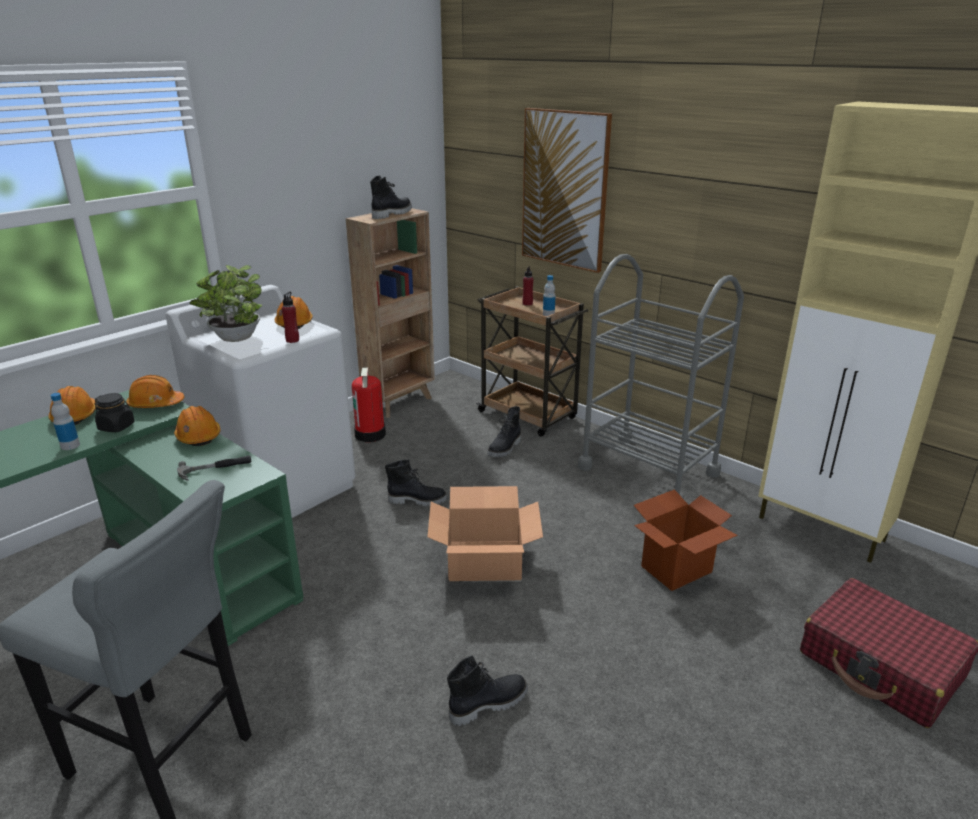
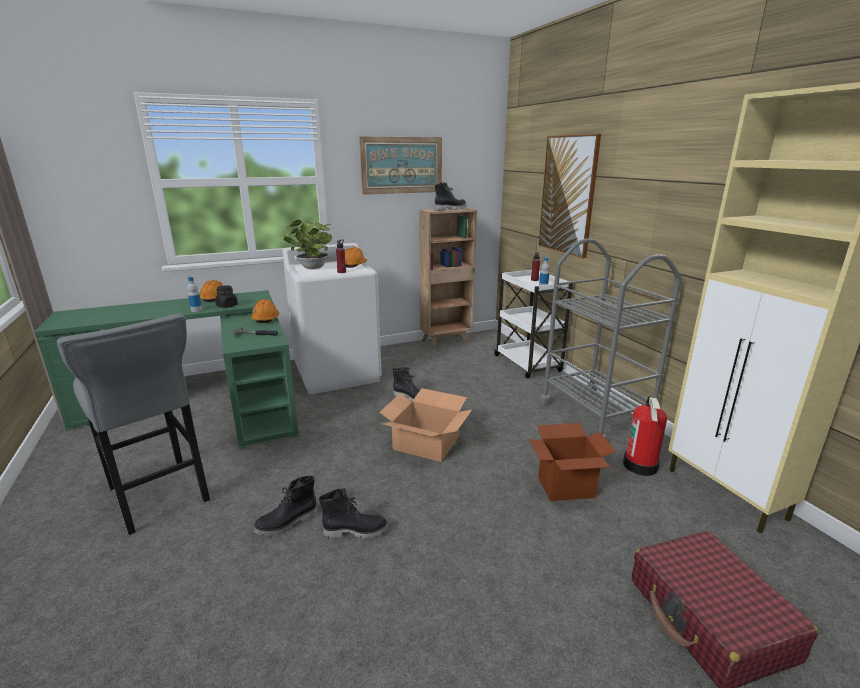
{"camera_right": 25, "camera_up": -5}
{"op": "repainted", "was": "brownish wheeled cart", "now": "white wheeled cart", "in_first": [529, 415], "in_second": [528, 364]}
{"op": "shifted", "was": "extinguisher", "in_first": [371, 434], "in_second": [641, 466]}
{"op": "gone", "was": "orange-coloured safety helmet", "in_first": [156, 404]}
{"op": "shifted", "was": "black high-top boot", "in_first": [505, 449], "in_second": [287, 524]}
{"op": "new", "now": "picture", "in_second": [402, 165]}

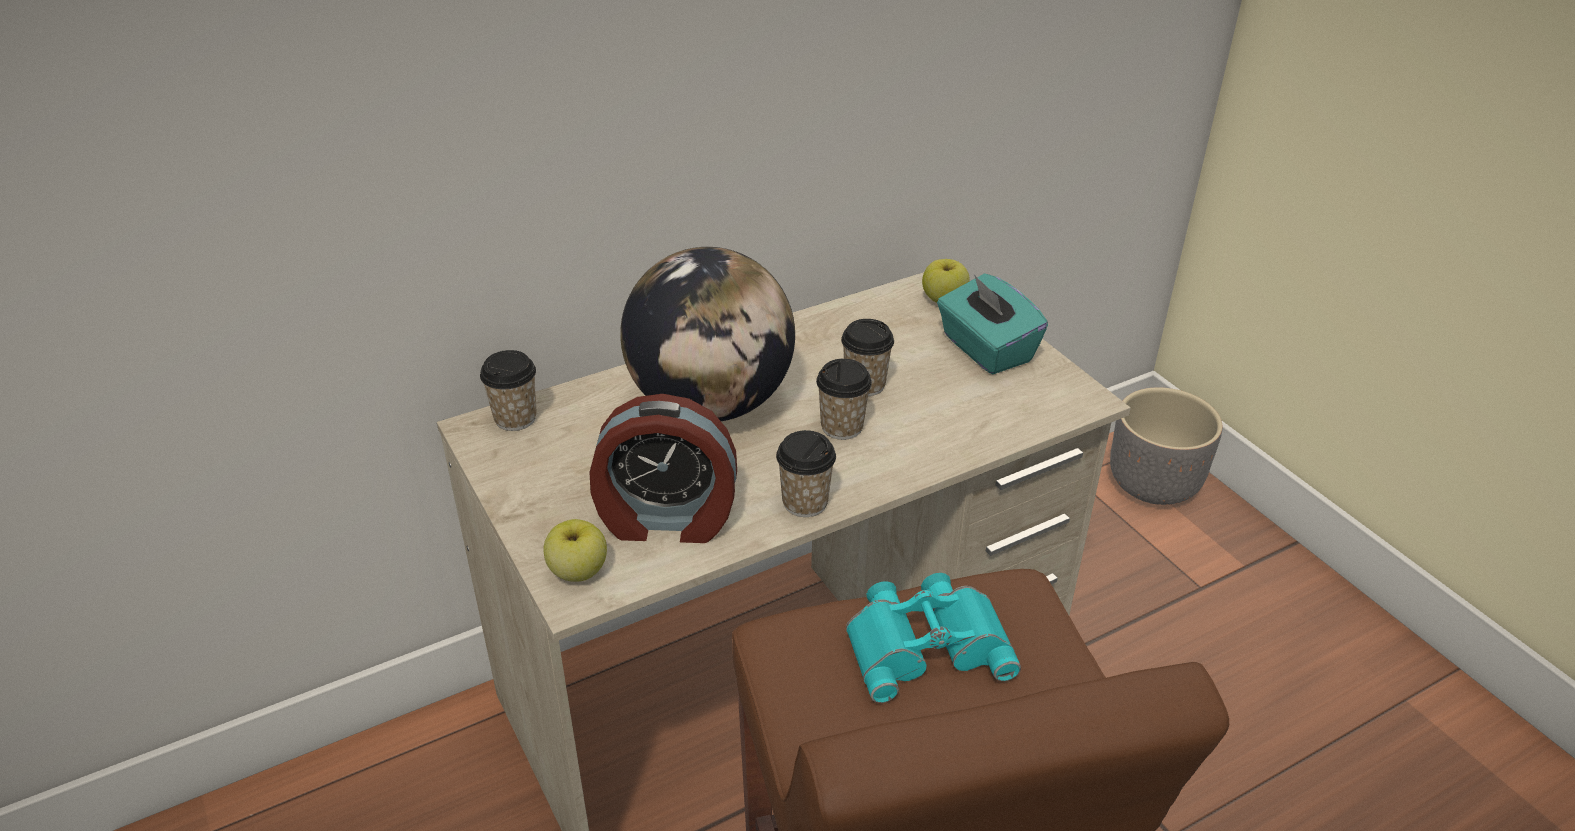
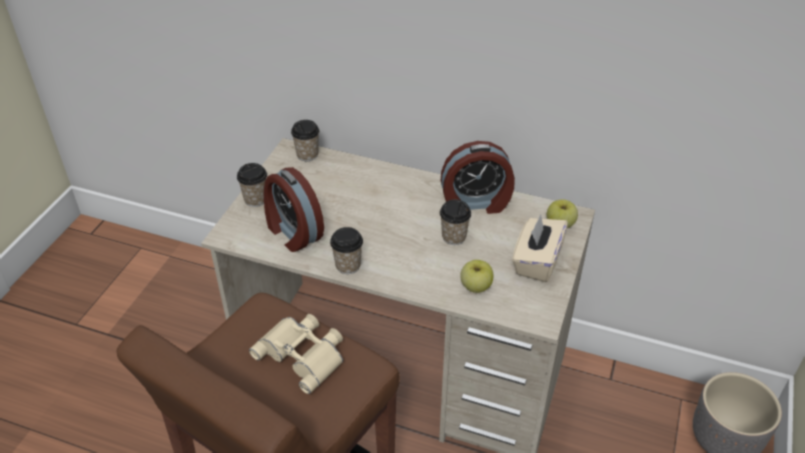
{"camera_right": 50, "camera_up": 5}
{"op": "gone", "was": "desk globe", "in_first": [710, 404]}
{"op": "repainted", "was": "turquoise-coloured tissue holder", "now": "sand-coloured tissue holder", "in_first": [985, 349], "in_second": [536, 261]}
{"op": "shifted", "was": "cup", "in_first": [842, 427], "in_second": [255, 199]}
{"op": "shifted", "was": "whole apple", "in_first": [578, 571], "in_second": [475, 286]}
{"op": "repainted", "was": "turquoise-coloured pair of binoculars", "now": "sand-coloured pair of binoculars", "in_first": [926, 643], "in_second": [303, 354]}
{"op": "new", "now": "bedside clock", "in_second": [476, 204]}

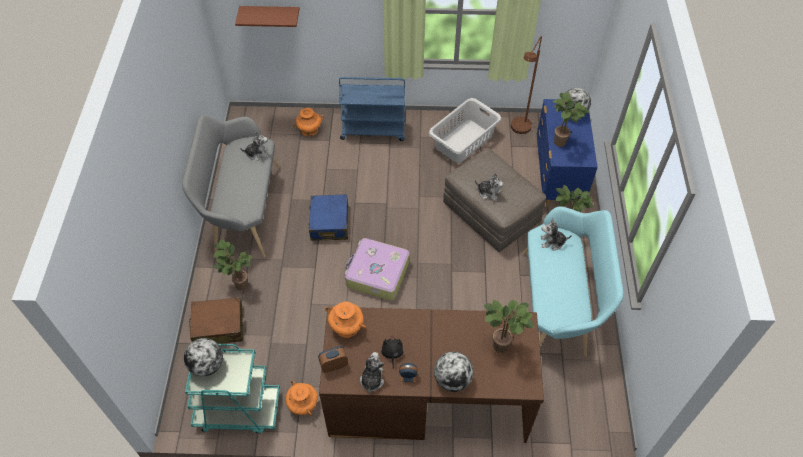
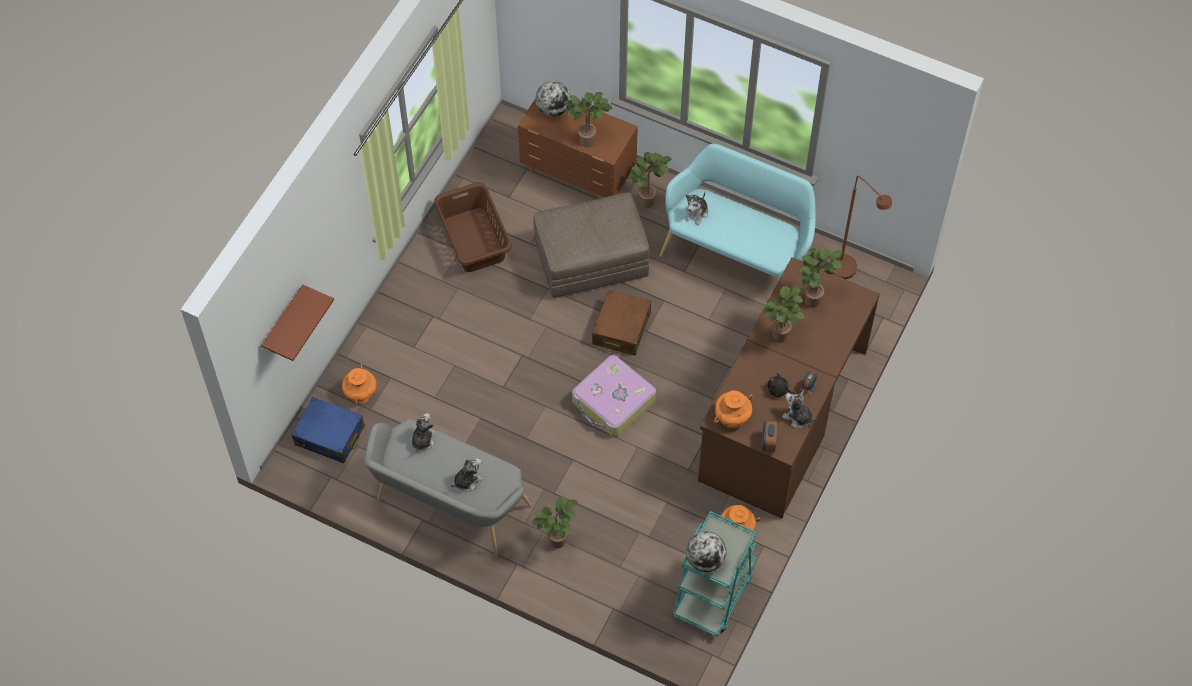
{"camera_right": -65, "camera_up": 5}
{"op": "shifted", "was": "brownish standard lamp", "in_first": [519, 130], "in_second": [849, 272]}
{"op": "gone", "was": "blue-coloured wheeled cart", "in_first": [373, 130]}
{"op": "repainted", "was": "grey hamper", "now": "brownish hamper", "in_first": [464, 141], "in_second": [474, 239]}
{"op": "repainted", "was": "blue-coloured drawer chest", "now": "brownish drawer chest", "in_first": [557, 178], "in_second": [578, 175]}
{"op": "shifted", "was": "plush toy", "in_first": [488, 192], "in_second": [467, 480]}
{"op": "shifted", "was": "blue-coloured suitcase", "in_first": [329, 223], "in_second": [330, 436]}
{"op": "shifted", "was": "brownish suitcase", "in_first": [218, 326], "in_second": [621, 329]}
{"op": "gone", "was": "desk globe", "in_first": [452, 379]}
{"op": "new", "now": "potted plant", "in_second": [780, 338]}

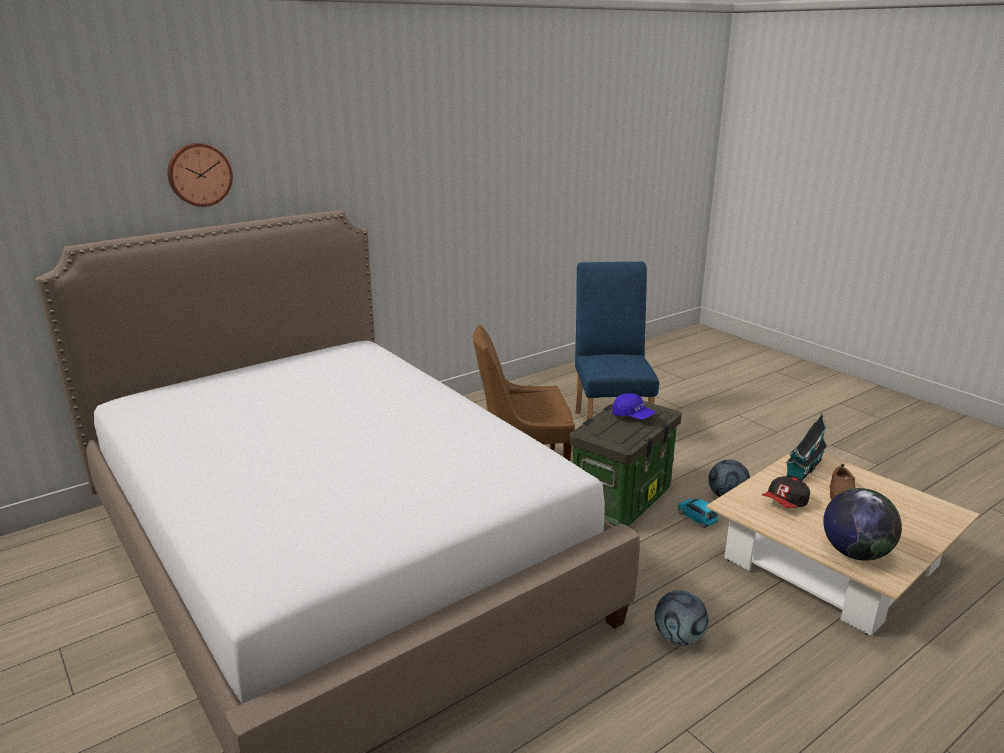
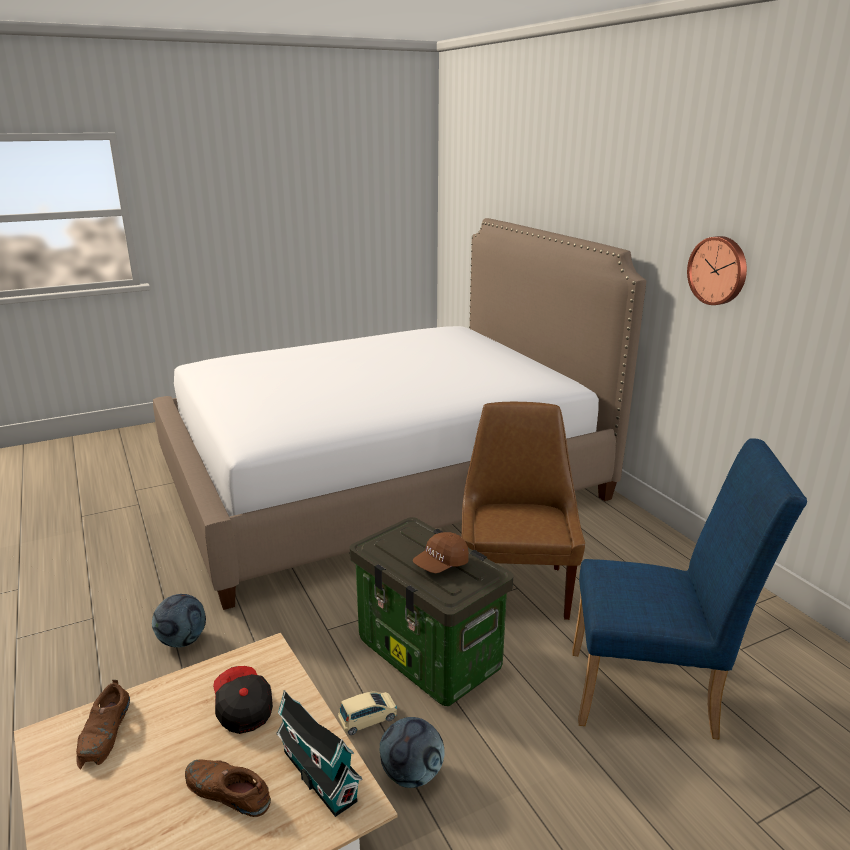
{"camera_right": 100, "camera_up": 0}
{"op": "shifted", "was": "wall clock", "in_first": [199, 174], "in_second": [718, 270]}
{"op": "repainted", "was": "blue-coloured peaked cap", "now": "brownish peaked cap", "in_first": [633, 416], "in_second": [441, 564]}
{"op": "swapped", "was": "desk globe", "now": "brownish shoe", "in_first": [855, 553], "in_second": [105, 732]}
{"op": "repainted", "was": "blue-coloured toy car", "now": "sand-coloured toy car", "in_first": [696, 517], "in_second": [368, 719]}

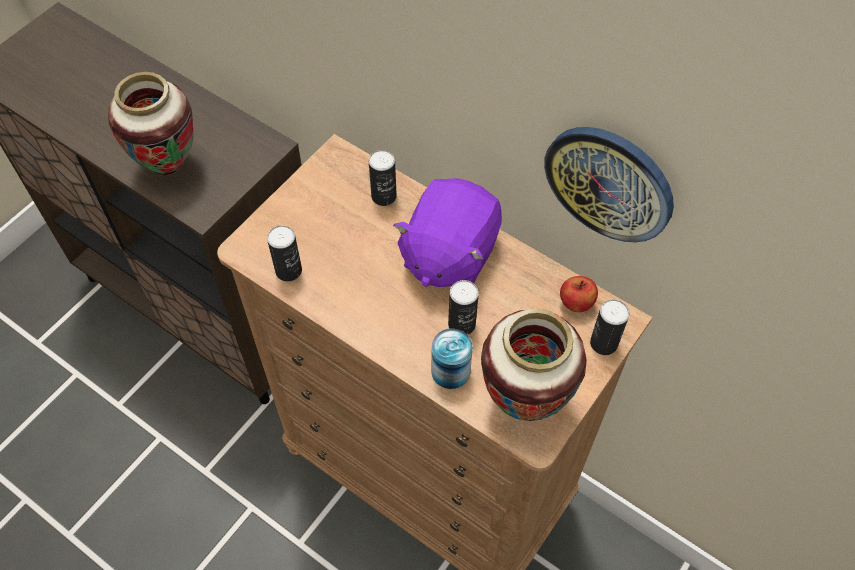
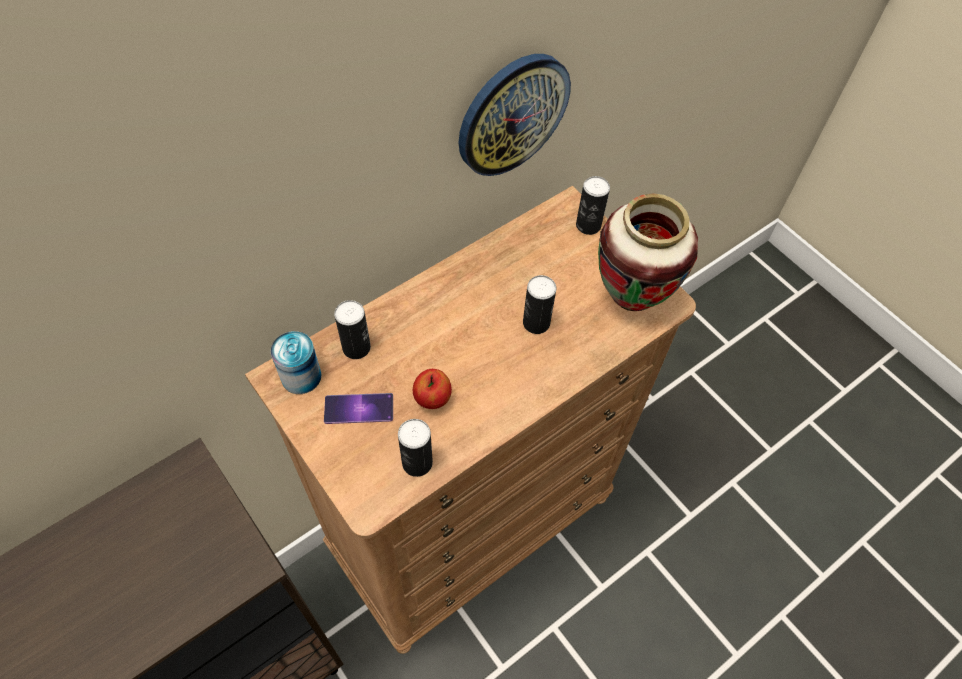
{"camera_right": -75, "camera_up": 0}
{"op": "gone", "was": "vase", "in_first": [168, 165]}
{"op": "gone", "was": "purple-coloured plush toy", "in_first": [448, 255]}
{"op": "shifted", "was": "whole apple", "in_first": [576, 303], "in_second": [432, 399]}
{"op": "shifted", "was": "can", "in_first": [450, 371], "in_second": [301, 376]}
{"op": "new", "now": "telephone", "in_second": [359, 408]}

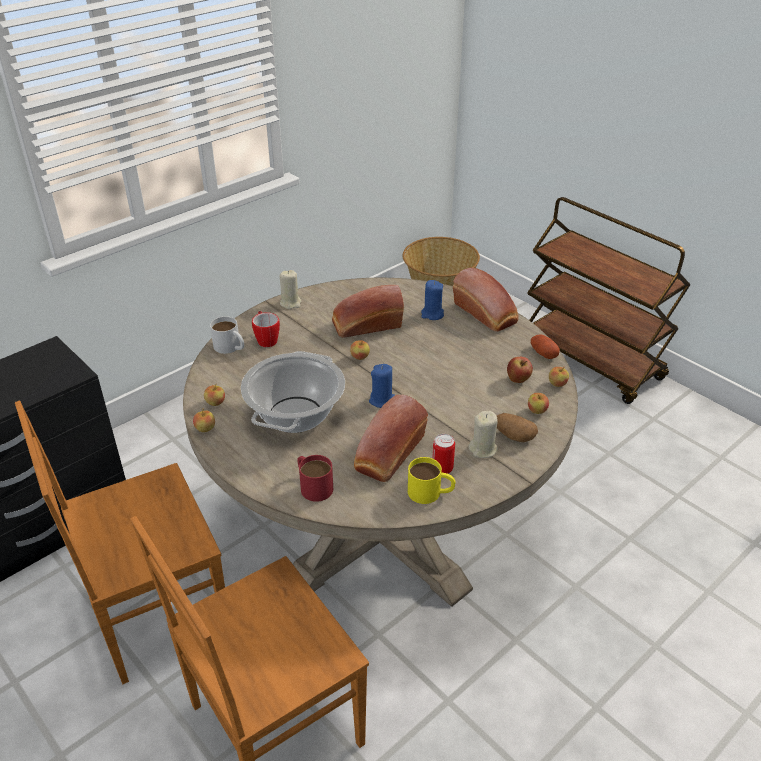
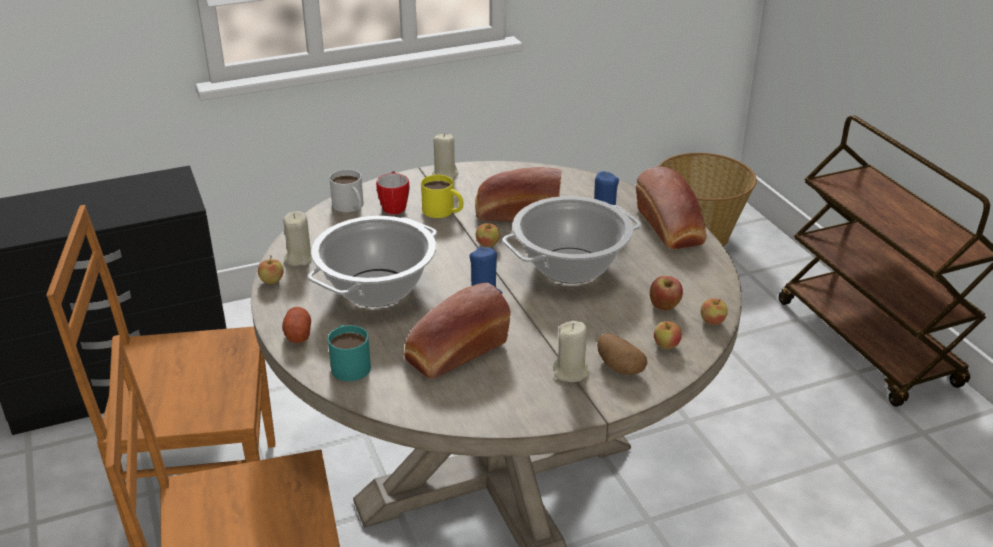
{"camera_right": 20, "camera_up": -5}
{"op": "shifted", "was": "spud", "in_first": [543, 353], "in_second": [298, 334]}
{"op": "swapped", "was": "whole apple", "now": "sand-coloured wax light", "in_first": [215, 403], "in_second": [299, 258]}
{"op": "gone", "was": "can", "in_first": [442, 469]}
{"op": "repainted", "was": "red-coloured coffee mug", "now": "turquoise-coloured coffee mug", "in_first": [313, 485], "in_second": [349, 363]}
{"op": "shifted", "was": "yellowish coffee mug", "in_first": [430, 493], "in_second": [443, 211]}
{"op": "new", "now": "stockpot", "in_second": [570, 266]}

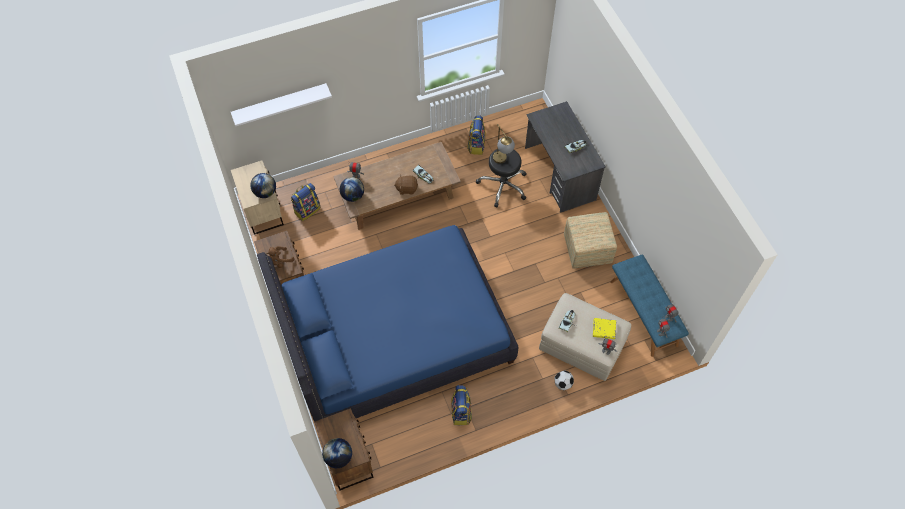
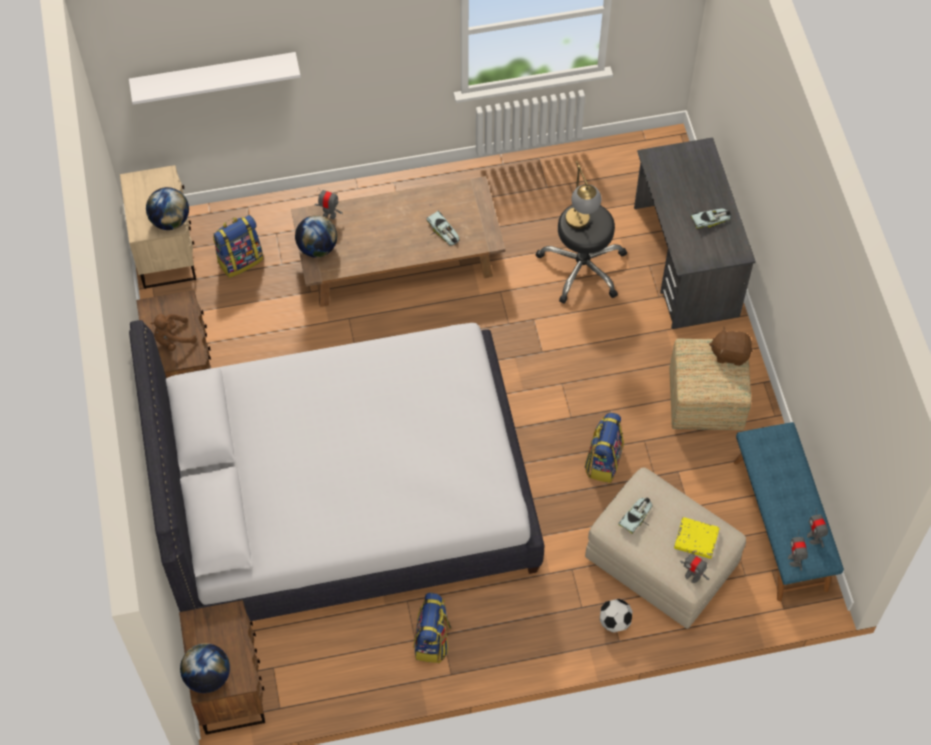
{"camera_right": 10, "camera_up": 0}
{"op": "shifted", "was": "backpack", "in_first": [476, 145], "in_second": [603, 461]}
{"op": "shifted", "was": "brownish plush toy", "in_first": [406, 188], "in_second": [730, 353]}
{"op": "repainted", "was": "blue-coloured bedroom bed", "now": "white bedroom bed", "in_first": [395, 337], "in_second": [346, 497]}

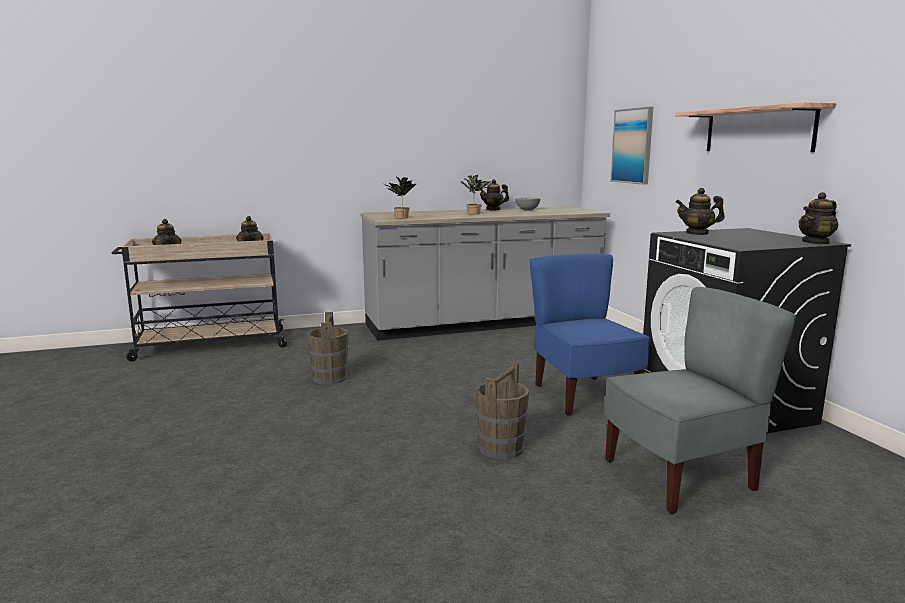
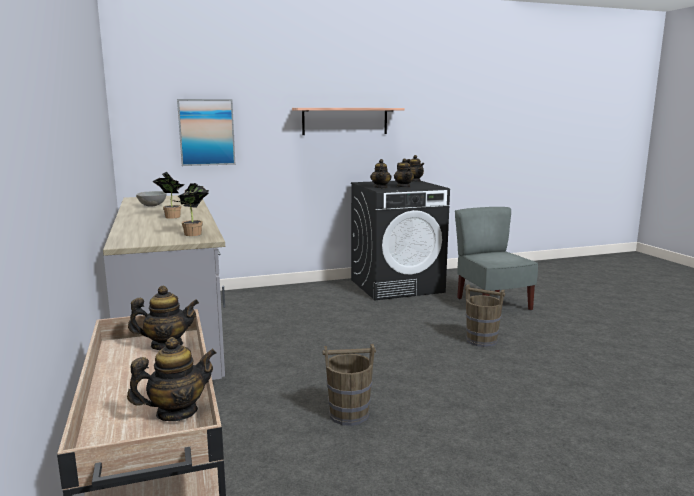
{"camera_right": -90, "camera_up": 0}
{"op": "shifted", "was": "teapot", "in_first": [493, 209], "in_second": [403, 186]}
{"op": "gone", "was": "blue-coloured upright chair", "in_first": [584, 396]}

